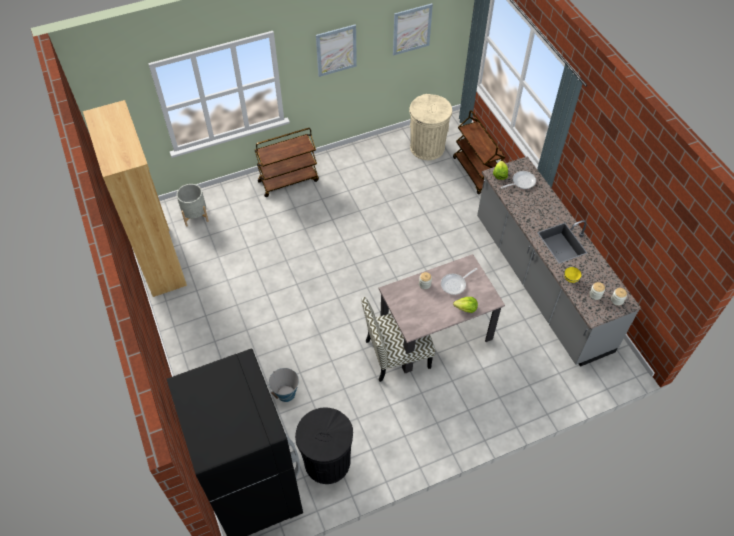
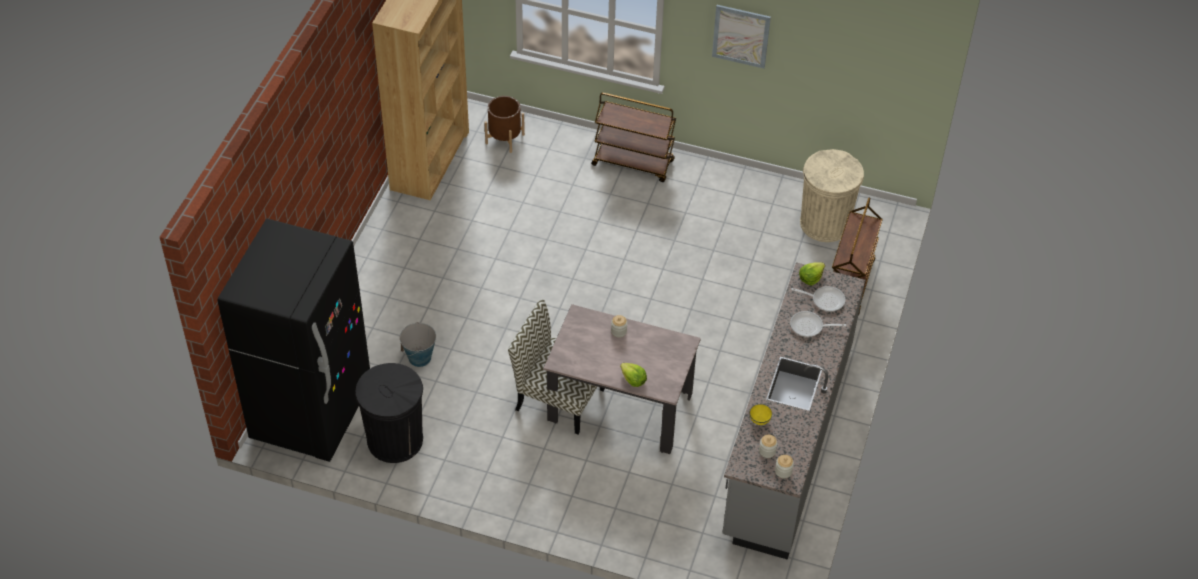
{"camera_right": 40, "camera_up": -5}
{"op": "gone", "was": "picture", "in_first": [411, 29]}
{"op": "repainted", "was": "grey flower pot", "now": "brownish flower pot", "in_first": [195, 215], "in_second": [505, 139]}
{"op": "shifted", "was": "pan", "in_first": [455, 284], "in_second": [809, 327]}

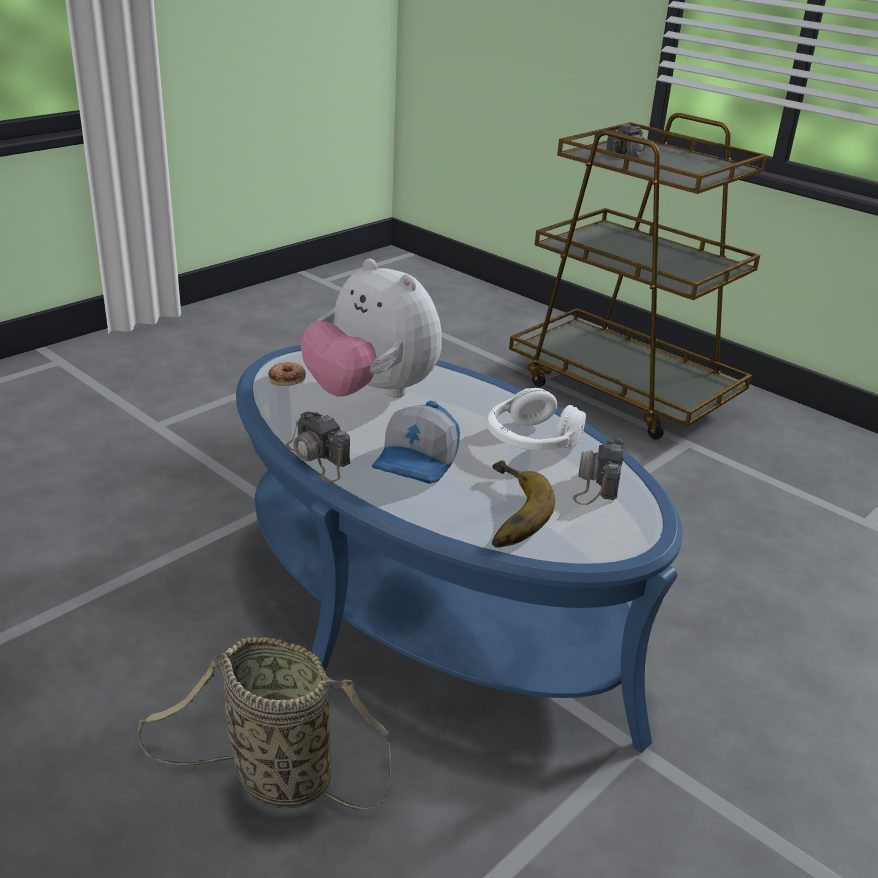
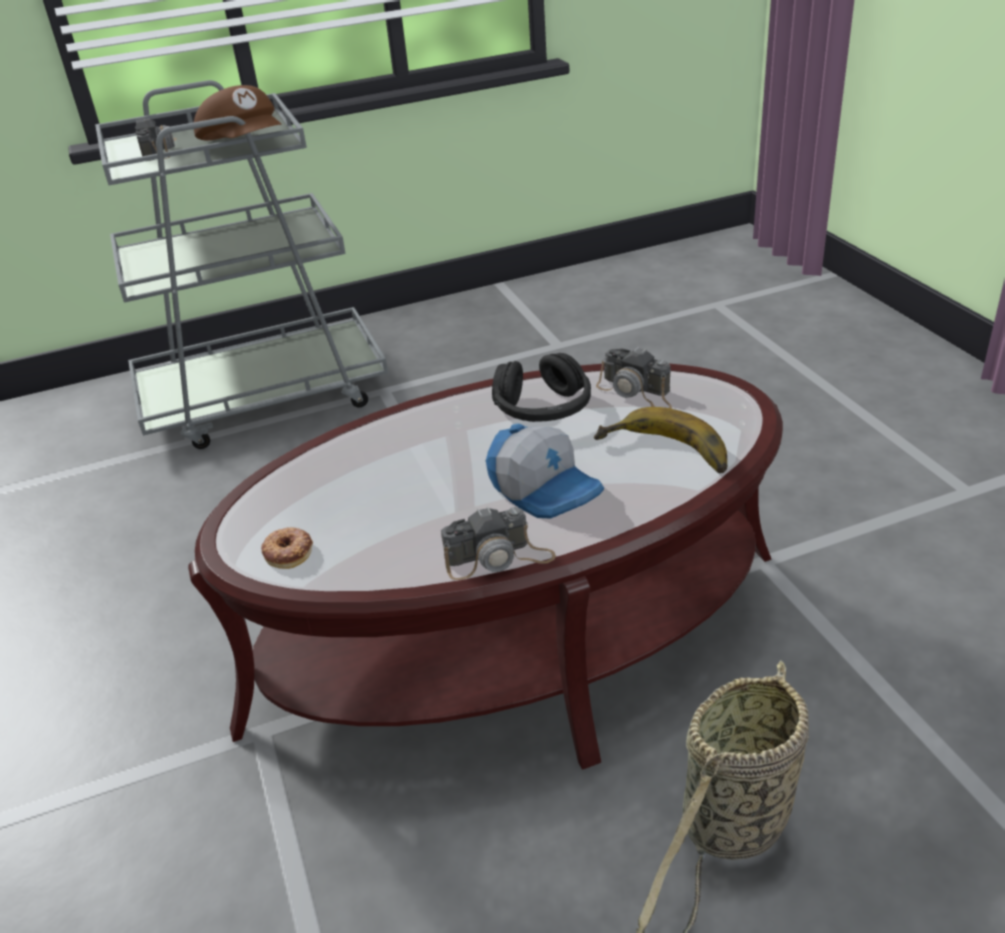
{"camera_right": -60, "camera_up": 5}
{"op": "repainted", "was": "brownish wheeled cart", "now": "grey wheeled cart", "in_first": [623, 390], "in_second": [265, 396]}
{"op": "gone", "was": "plush toy", "in_first": [371, 393]}
{"op": "repainted", "was": "blue-coloured coffee table", "now": "brownish coffee table", "in_first": [428, 601], "in_second": [517, 637]}
{"op": "repainted", "was": "white headset", "now": "black headset", "in_first": [531, 440], "in_second": [543, 409]}
{"op": "new", "now": "brownish peaked cap", "in_second": [245, 145]}

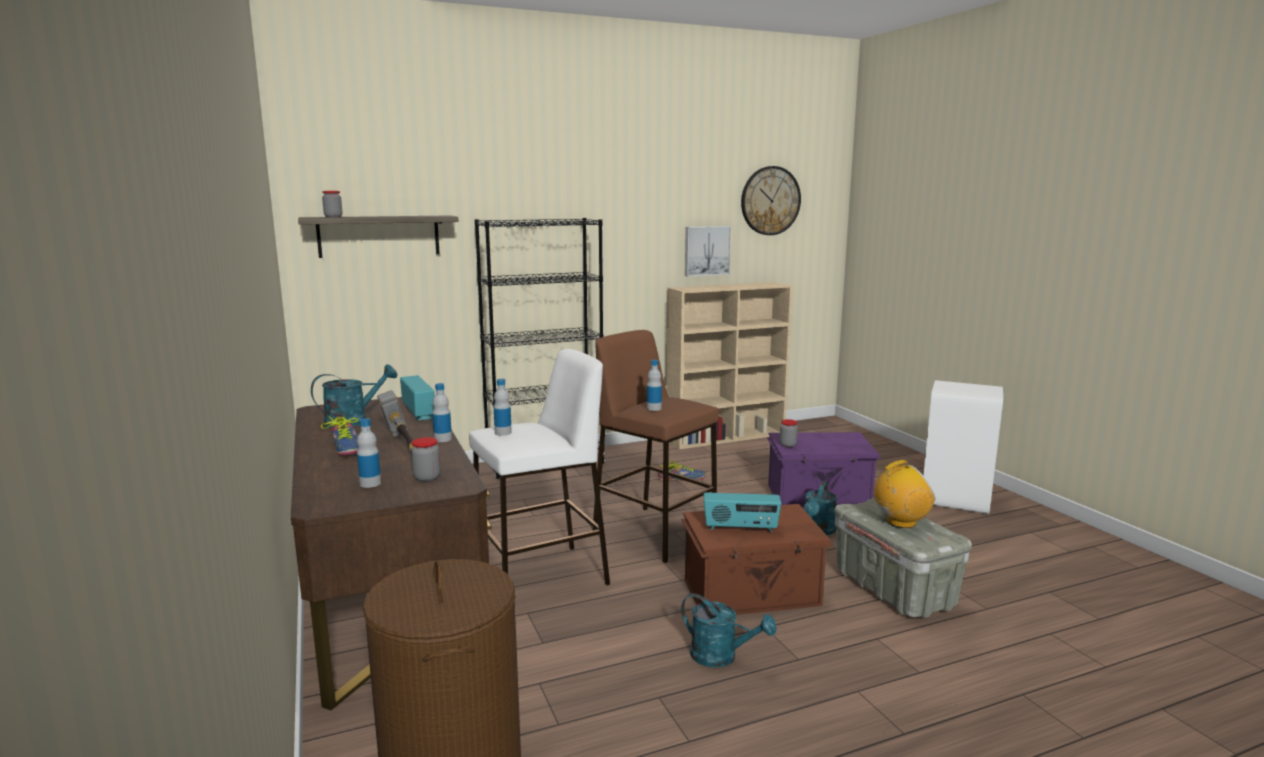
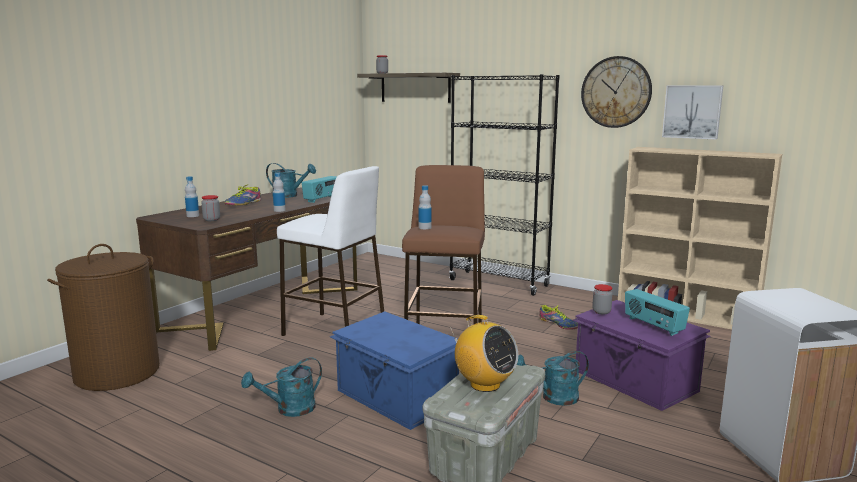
{"camera_right": 55, "camera_up": 0}
{"op": "shifted", "was": "wall clock", "in_first": [770, 201], "in_second": [616, 92]}
{"op": "gone", "was": "bottle", "in_first": [503, 432]}
{"op": "gone", "was": "hammer", "in_first": [402, 445]}
{"op": "shifted", "was": "radio receiver", "in_first": [740, 528], "in_second": [653, 326]}
{"op": "repainted", "was": "brownish storage bin", "now": "blue-coloured storage bin", "in_first": [752, 593], "in_second": [396, 398]}
{"op": "rotated", "was": "turquoise-coloured watering pot", "in_first": [721, 657], "in_second": [289, 410], "clockwise": 60}

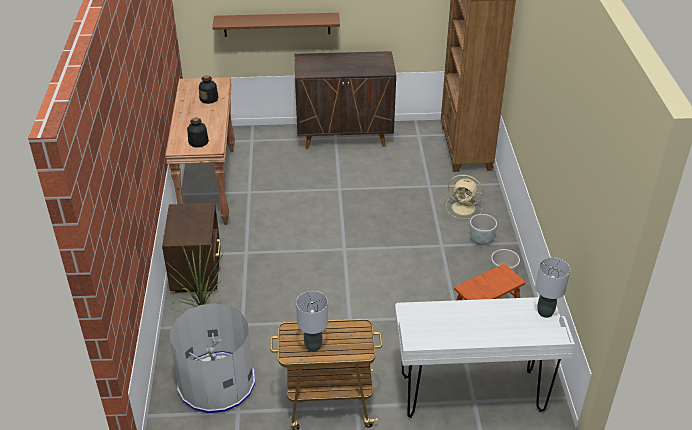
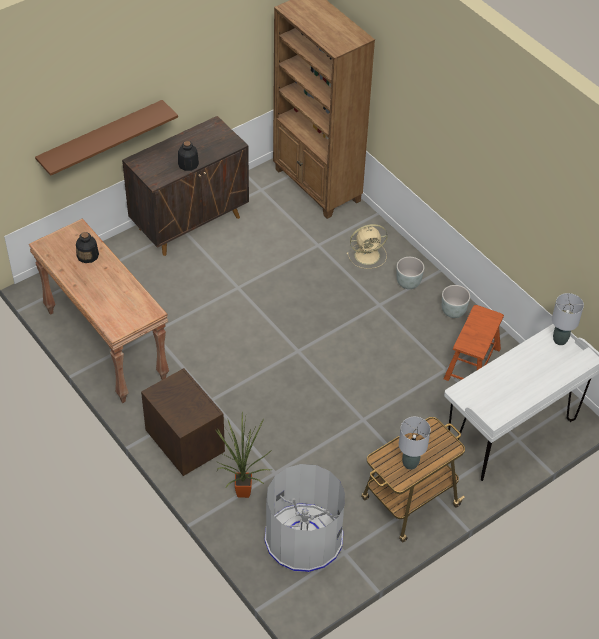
{"camera_right": -35, "camera_up": 10}
{"op": "shifted", "was": "bottle", "in_first": [198, 142], "in_second": [188, 164]}

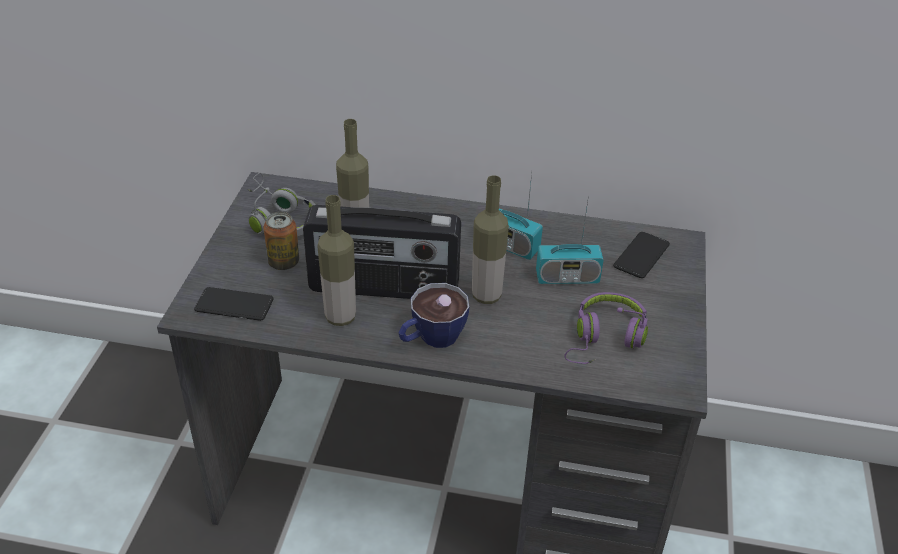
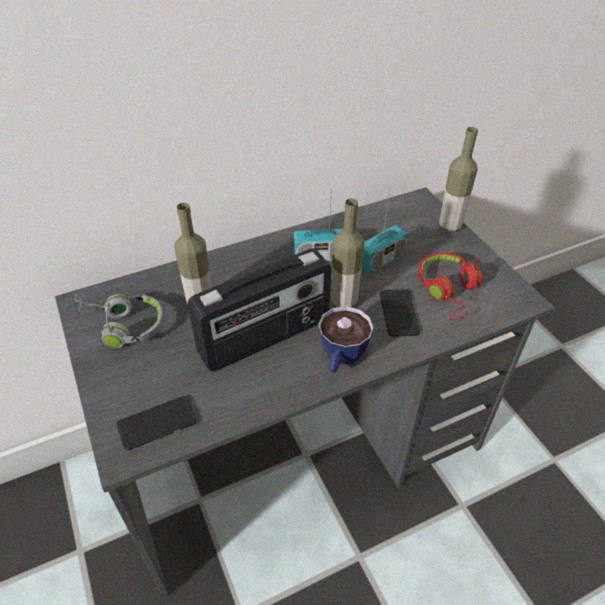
{"camera_right": -35, "camera_up": 5}
{"op": "shifted", "was": "bottle", "in_first": [340, 317], "in_second": [449, 227]}
{"op": "gone", "was": "can", "in_first": [283, 262]}
{"op": "shifted", "was": "telephone", "in_first": [641, 256], "in_second": [398, 313]}
{"op": "repainted", "was": "purple-coloured headset", "now": "red-coloured headset", "in_first": [605, 339], "in_second": [449, 291]}

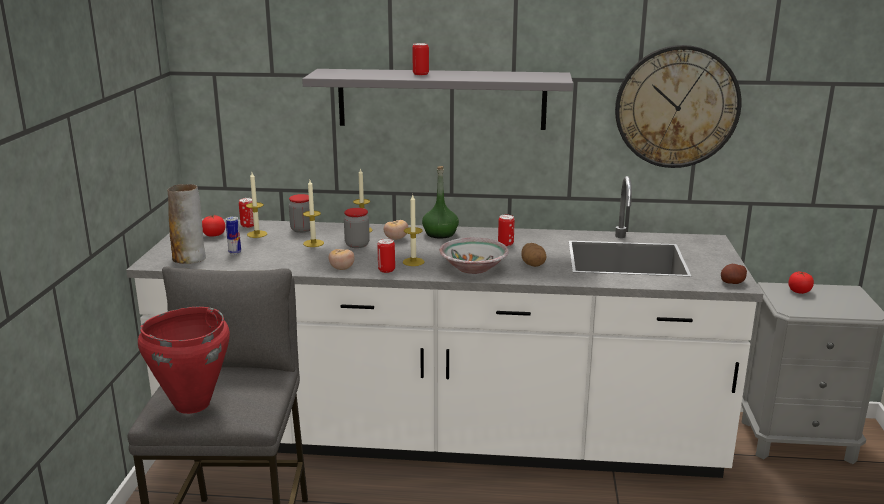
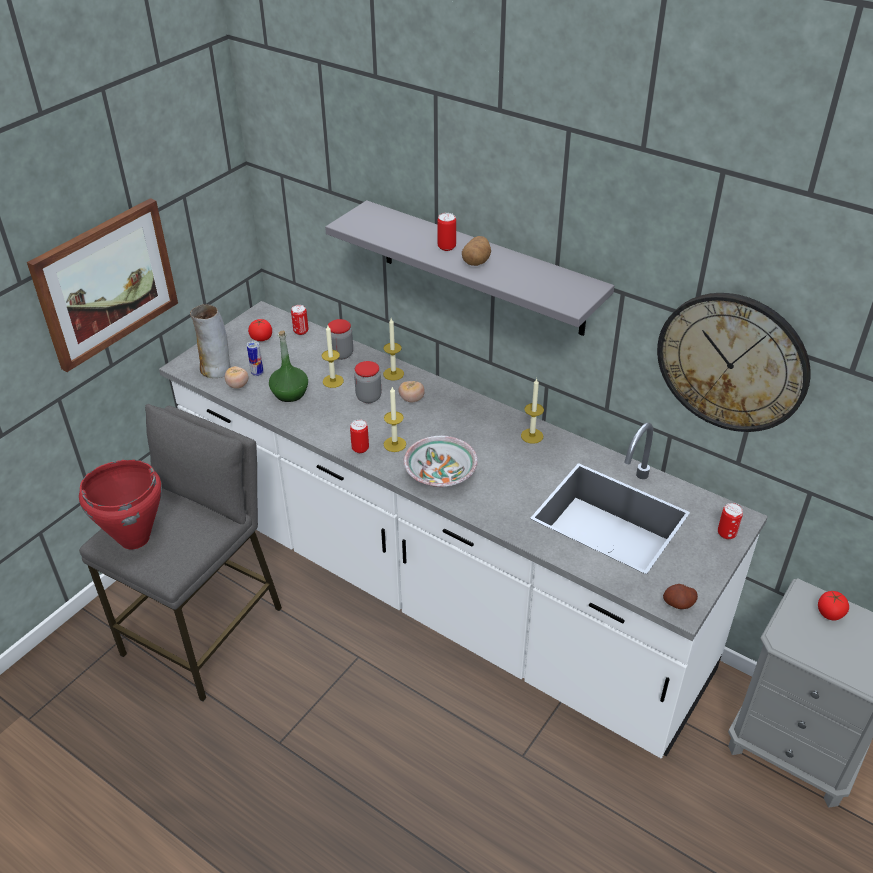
{"camera_right": 30, "camera_up": 20}
{"op": "shifted", "was": "green bottle", "in_first": [440, 234], "in_second": [289, 393]}
{"op": "shifted", "was": "wax light", "in_first": [257, 234], "in_second": [532, 436]}
{"op": "shifted", "was": "can", "in_first": [505, 244], "in_second": [726, 533]}
{"op": "shifted", "was": "spud", "in_first": [533, 264], "in_second": [476, 261]}
{"op": "shifted", "was": "fresh tomato", "in_first": [342, 269], "in_second": [238, 385]}
{"op": "new", "now": "picture", "in_second": [106, 283]}

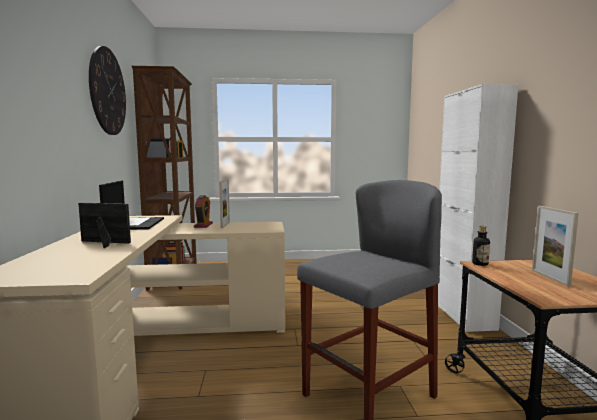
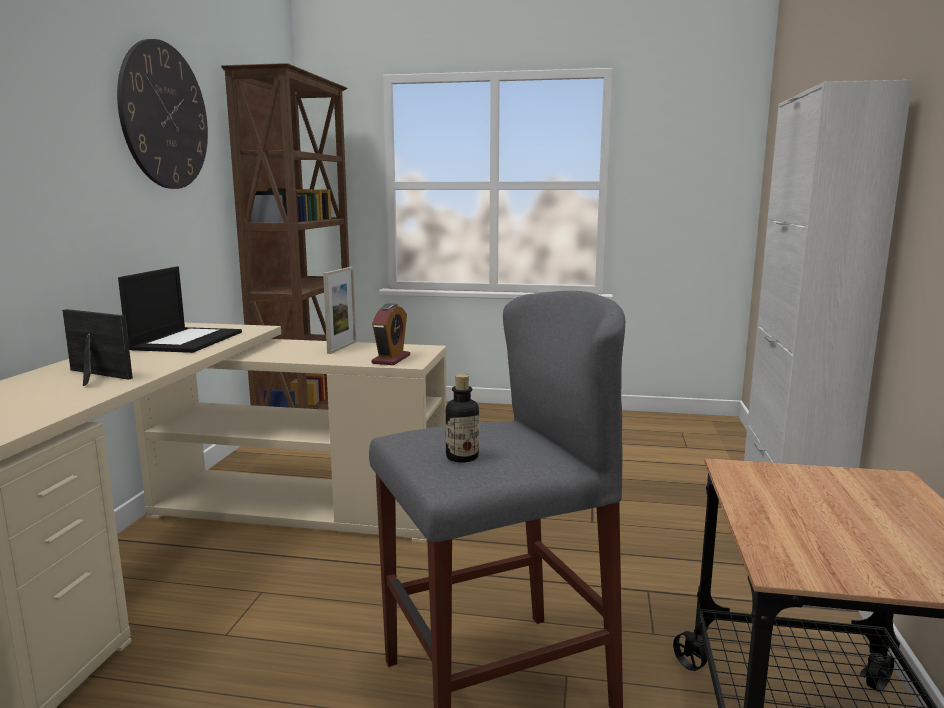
{"camera_right": 15, "camera_up": 5}
{"op": "shifted", "was": "bedside clock", "in_first": [203, 225], "in_second": [391, 359]}
{"op": "gone", "was": "photo frame", "in_first": [550, 277]}
{"op": "shifted", "was": "bottle", "in_first": [480, 264], "in_second": [462, 457]}

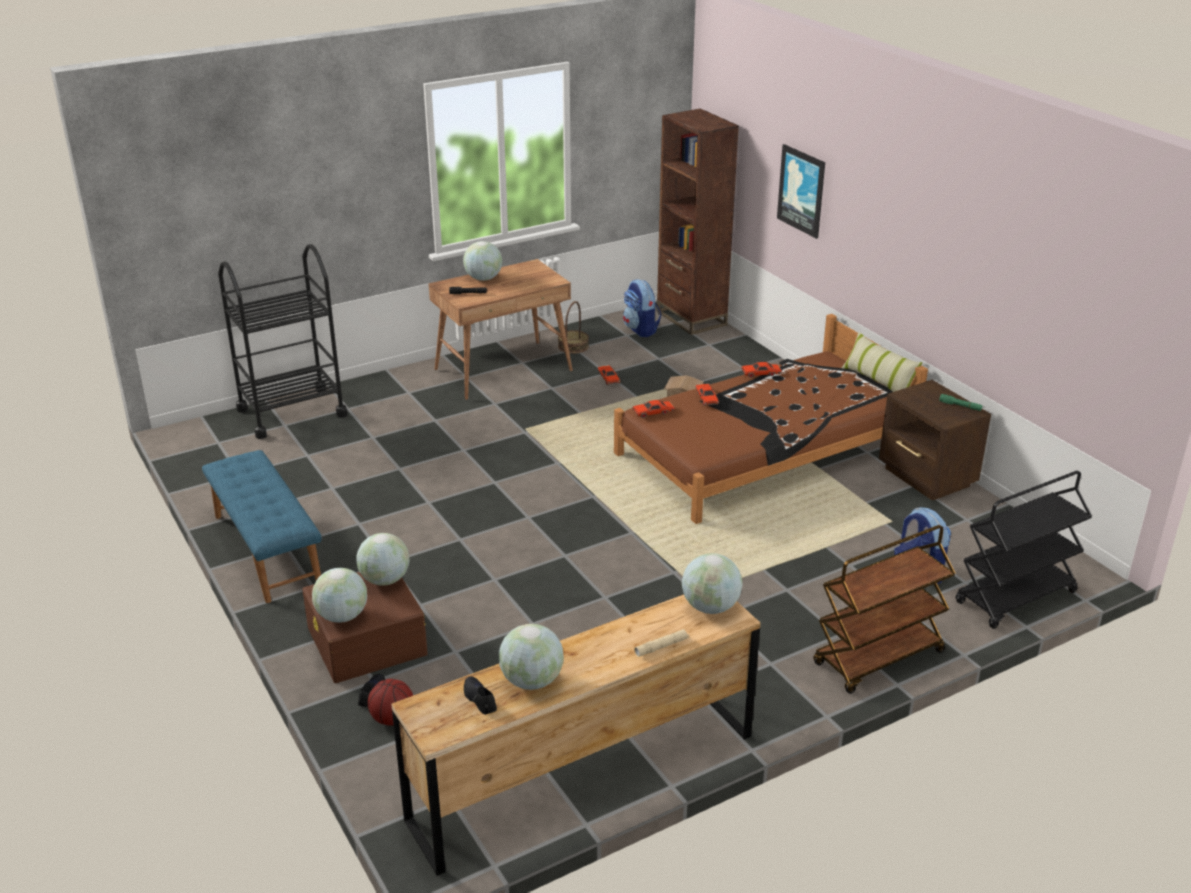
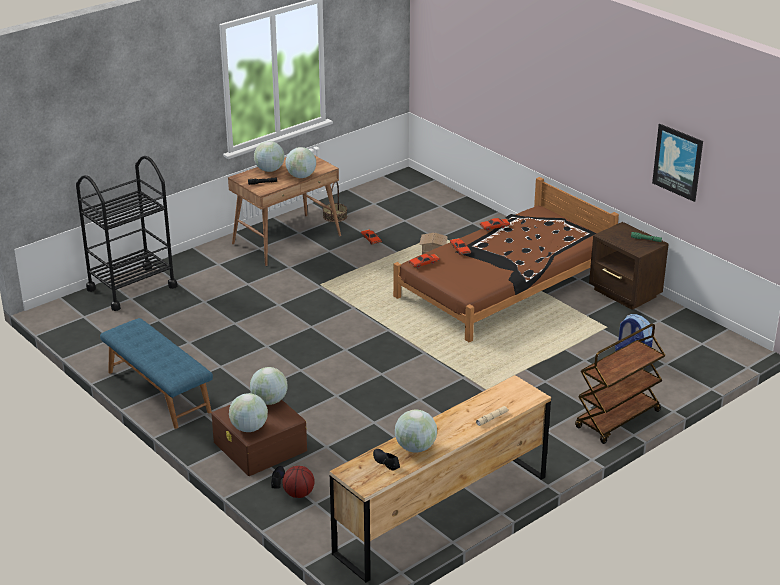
{"camera_right": -10, "camera_up": 0}
{"op": "gone", "was": "brownish bookshelf", "in_first": [691, 318]}
{"op": "shifted", "was": "picture", "in_first": [802, 190], "in_second": [678, 162]}
{"op": "gone", "was": "backpack", "in_first": [641, 329]}
{"op": "gone", "was": "cushion", "in_first": [878, 381]}
{"op": "gone", "was": "black wheeled cart", "in_first": [1015, 598]}
{"op": "shifted", "was": "desk globe", "in_first": [710, 607], "in_second": [301, 176]}

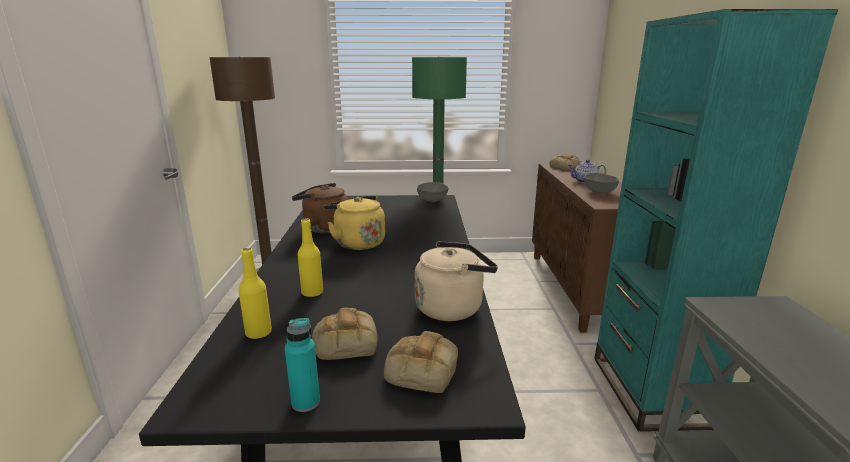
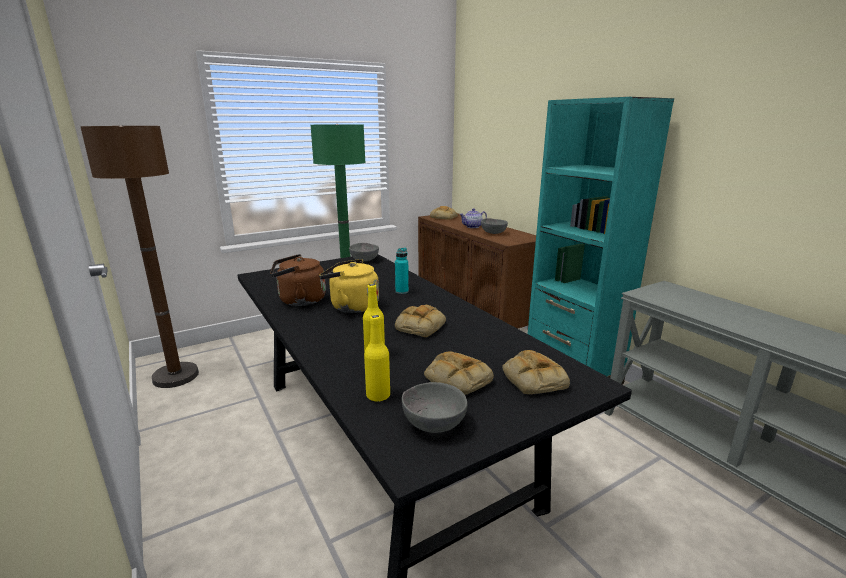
{"camera_right": -30, "camera_up": 0}
{"op": "gone", "was": "sand-coloured tea kettle", "in_first": [452, 307]}
{"op": "shifted", "was": "turquoise-coloured bottle", "in_first": [305, 402], "in_second": [402, 291]}
{"op": "new", "now": "bakery bread", "in_second": [420, 326]}
{"op": "new", "now": "grey serving bowl", "in_second": [432, 423]}

